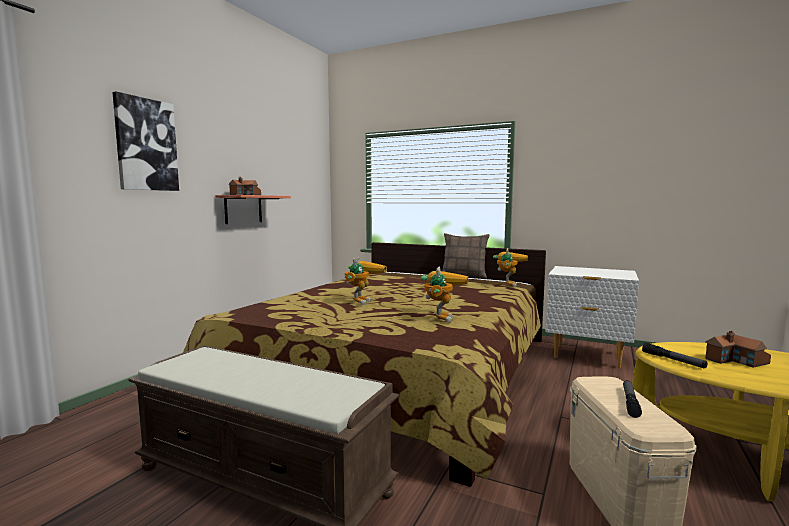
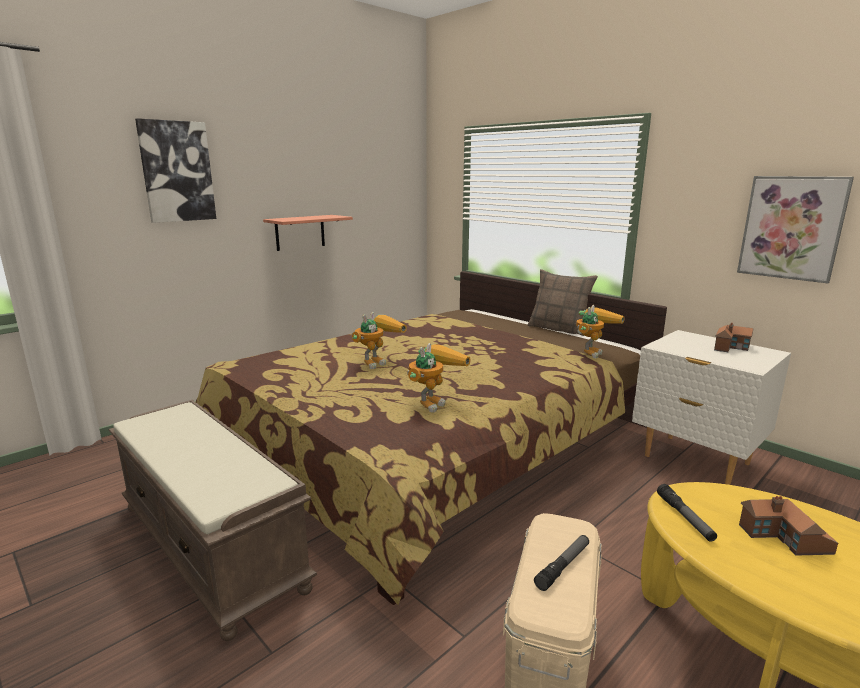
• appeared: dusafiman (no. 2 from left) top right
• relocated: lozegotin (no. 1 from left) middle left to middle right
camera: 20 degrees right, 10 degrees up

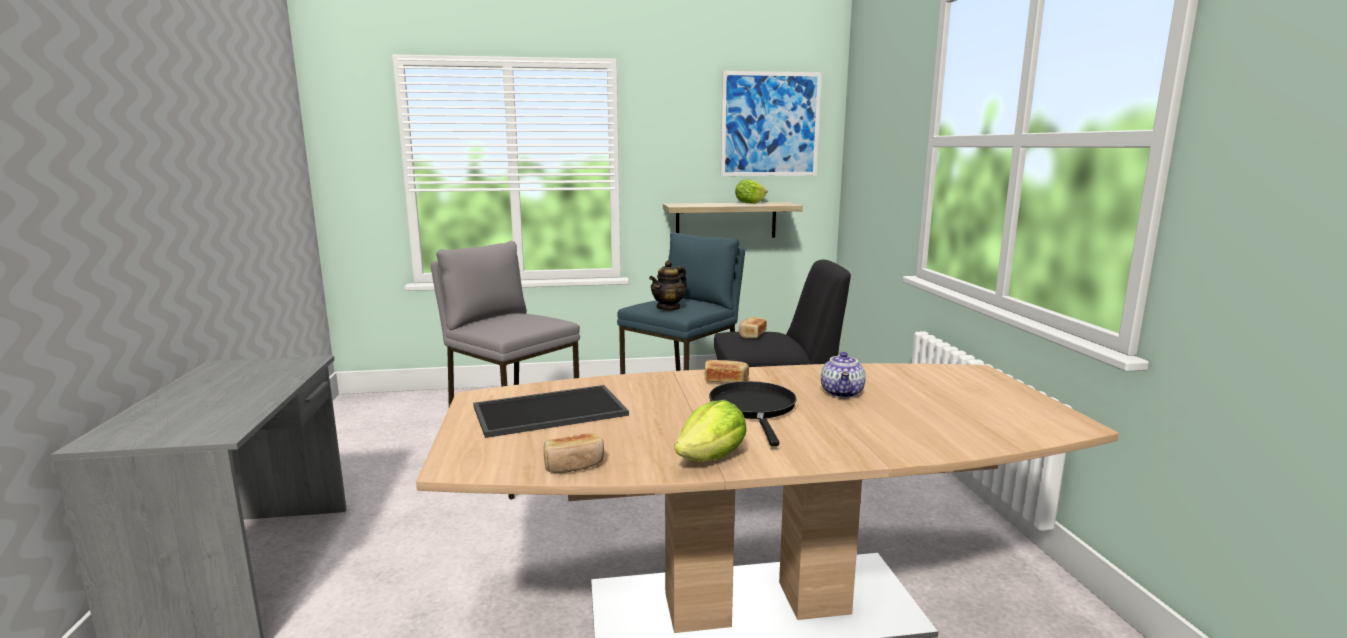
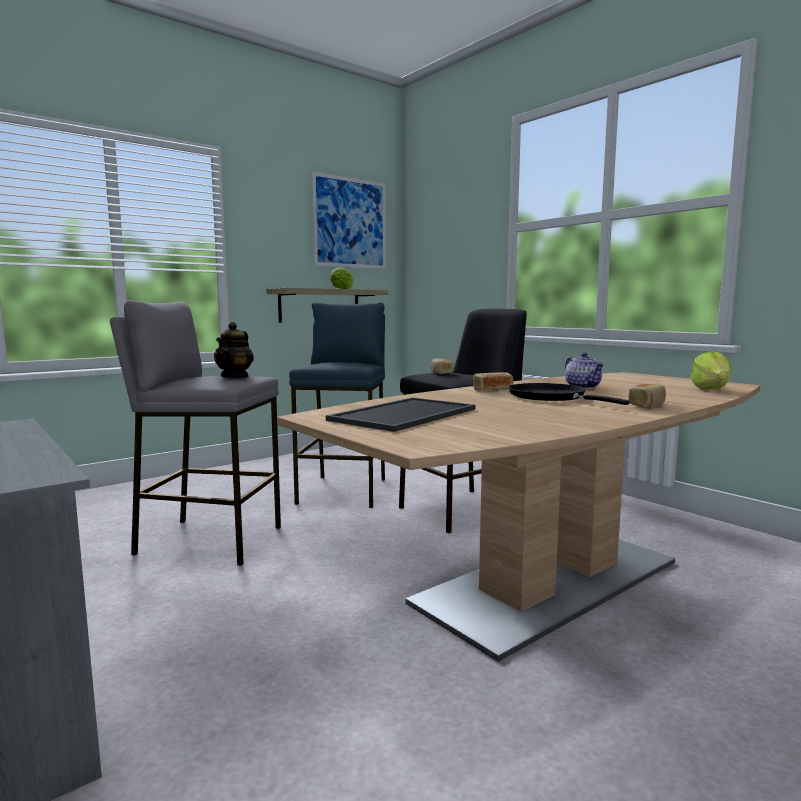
• relocated: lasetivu (no. 1 from left in the first image) bottom centre to lasetivu (no. 3 from left) middle right
• relocated: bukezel (no. 1 from left) centre to middle left
• relocated: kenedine (no. 1 from left in the first image) bottom centre to kenedine (no. 2 from left) middle right
camera: 30 degrees left, 5 degrees down

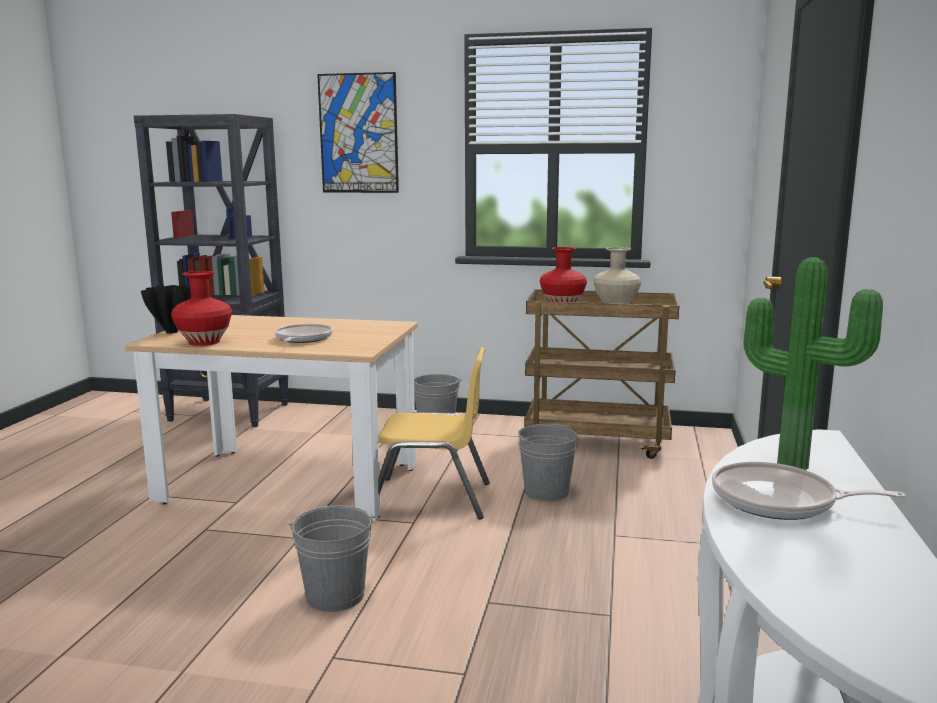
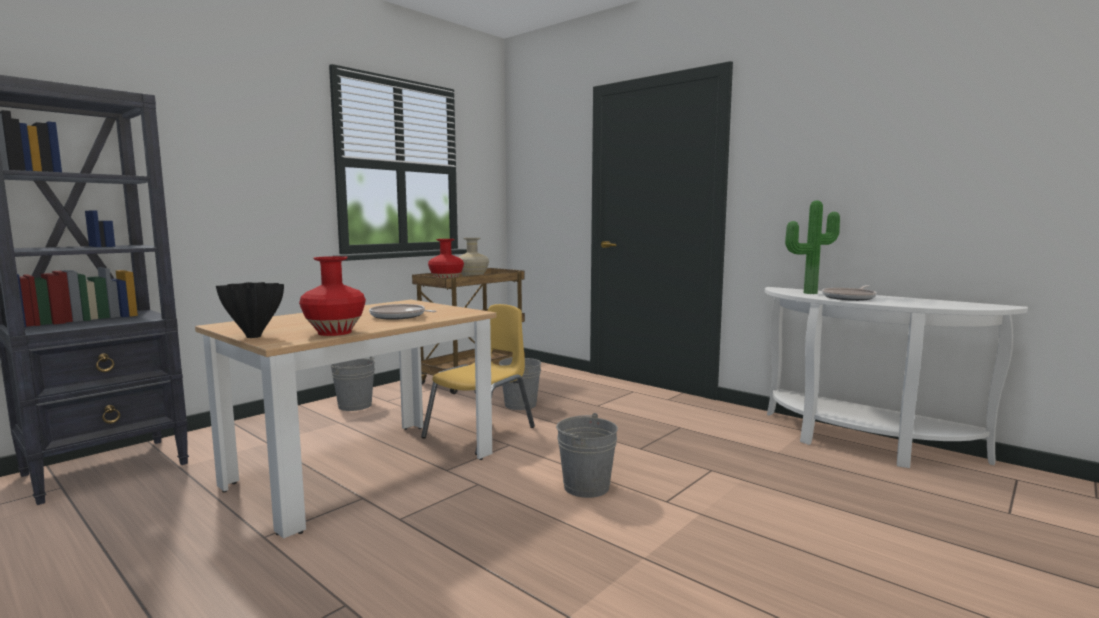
• missing: dusafiman top centre
camera: 60 degrees left, 5 degrees down

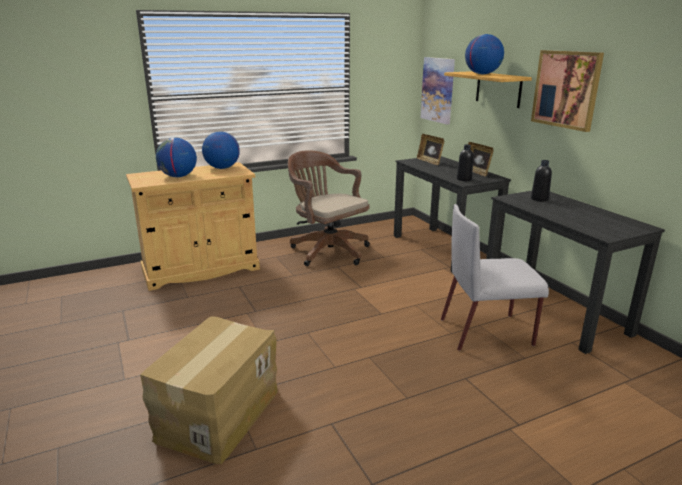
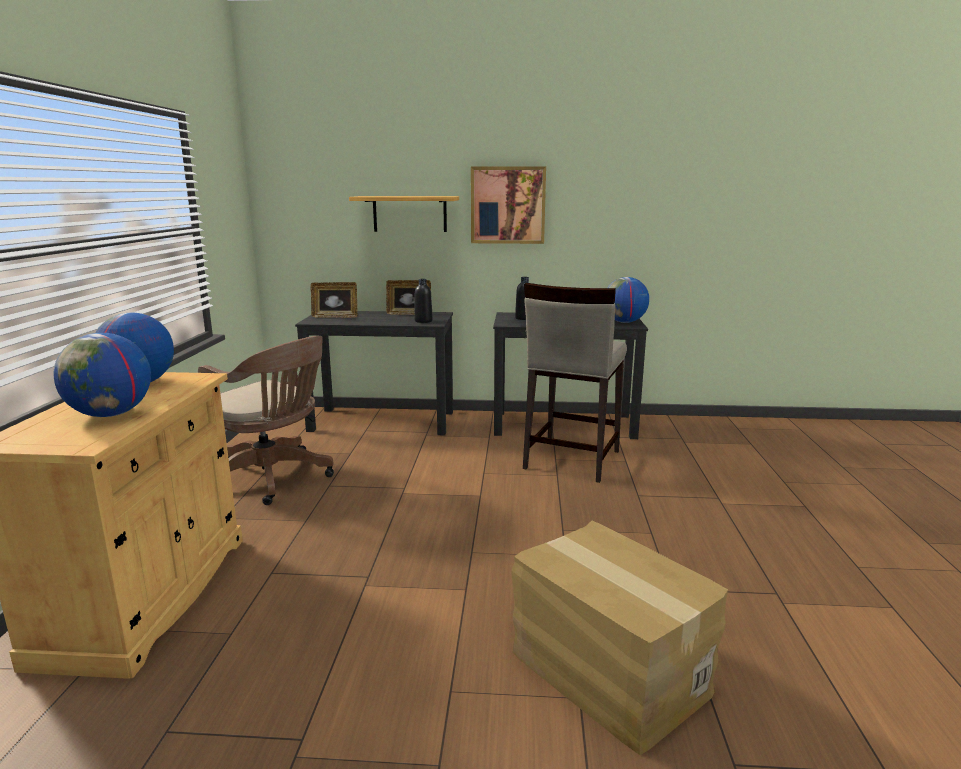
• missing: dusafiman (no. 1 from left) top centre
• relocated: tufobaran (no. 3 from left) top right to centre
• exchanged: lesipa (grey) middle right to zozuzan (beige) centre
• spun: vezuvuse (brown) centre = middle left 135 degrees counterclockwise
camera: 60 degrees left, 5 degrees down

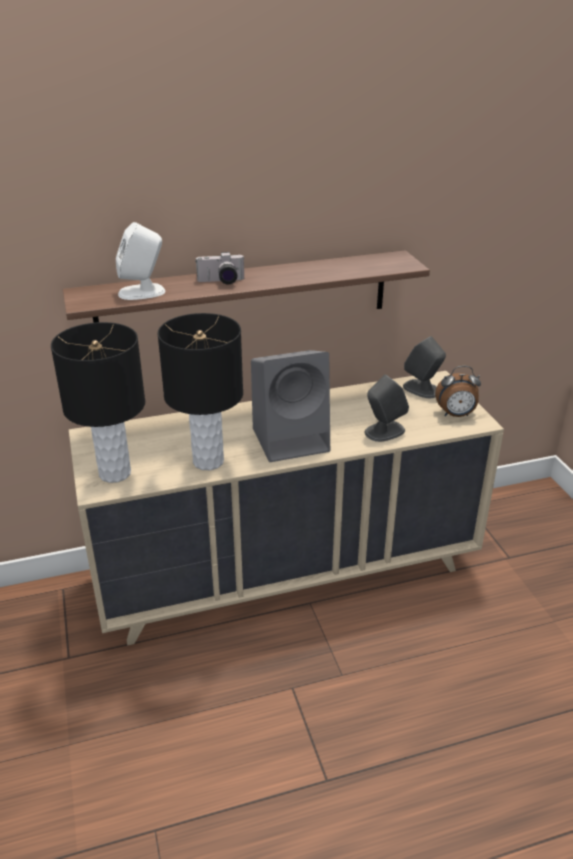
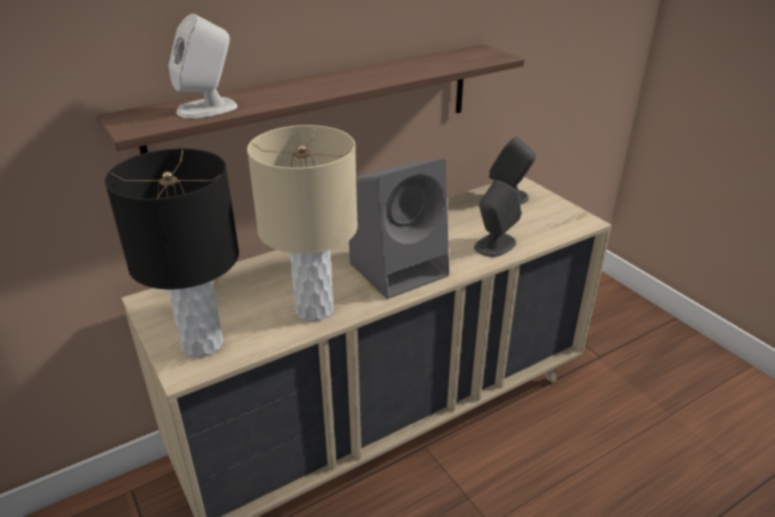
• missing: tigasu top centre
• missing: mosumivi middle right
• colour: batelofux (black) (no. 2 from left) centre to batelofux (beige) centre
camera: 15 degrees left, 0 degrees up

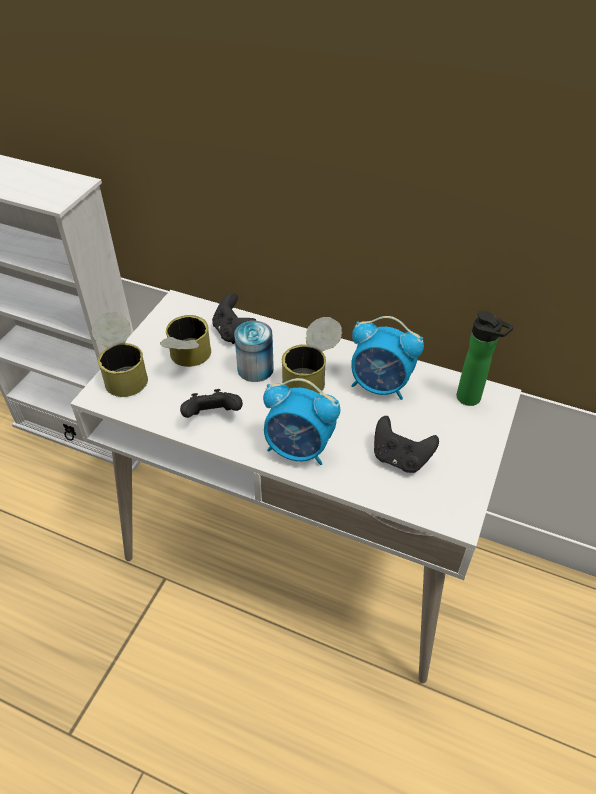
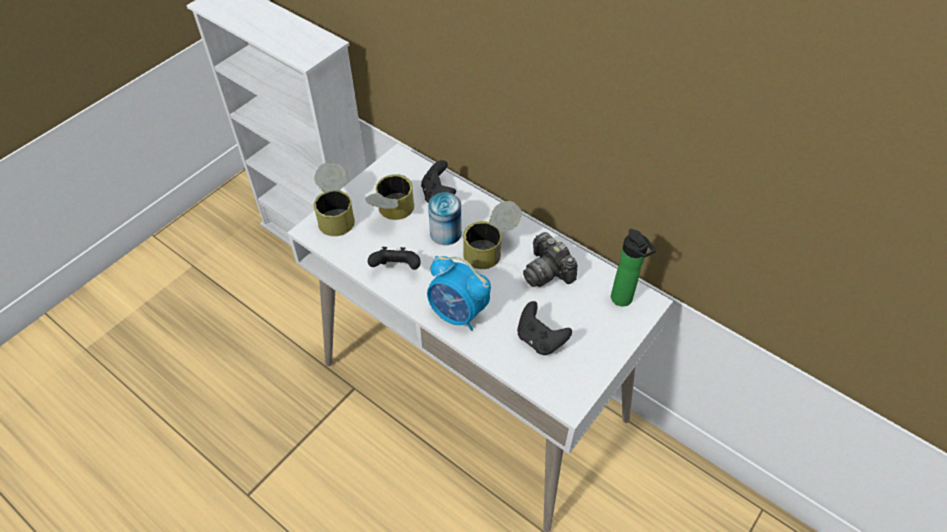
• exchanged: mosumivi (no. 2 from left) centre to tigasu centre
camera: 15 degrees right, 5 degrees up

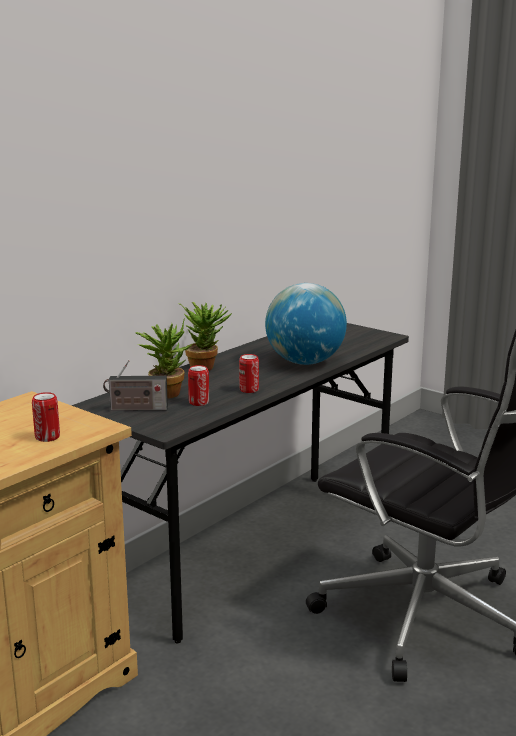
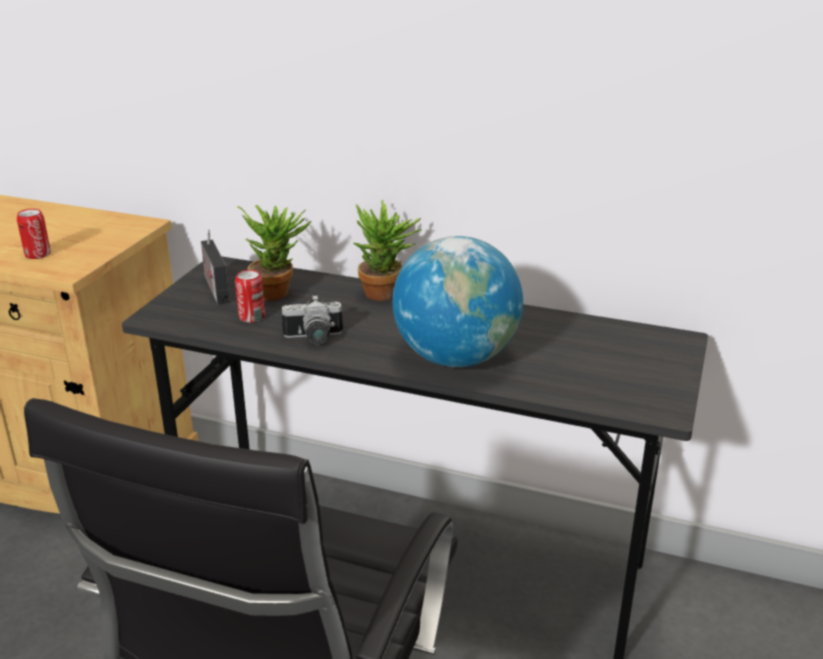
• exchanged: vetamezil (no. 3 from left) centre to tigasu centre
camera: 70 degrees right, 10 degrees up

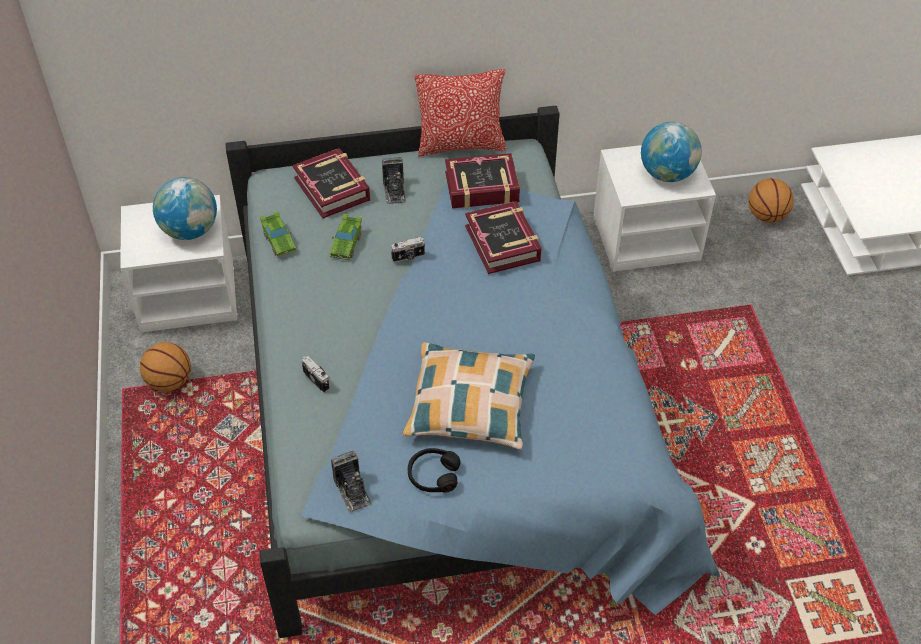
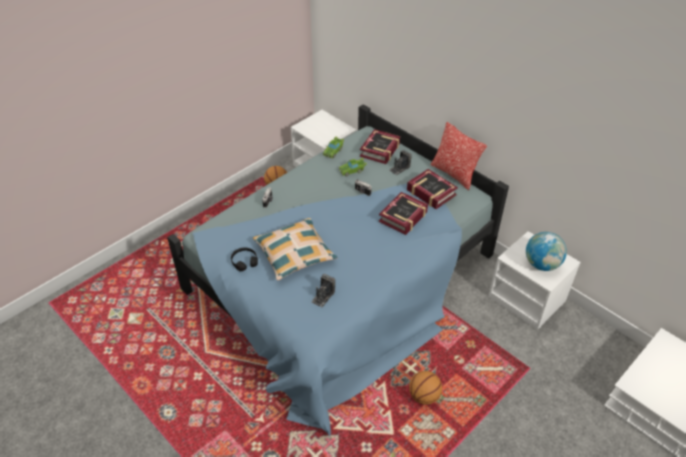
• missing: tufobaran (no. 1 from left) top left
• relocated: tigasu (no. 2 from left) bottom centre to centre
• relocated: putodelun (no. 2 from left) top right to bottom centre
camera: 55 degrees right, 5 degrees down

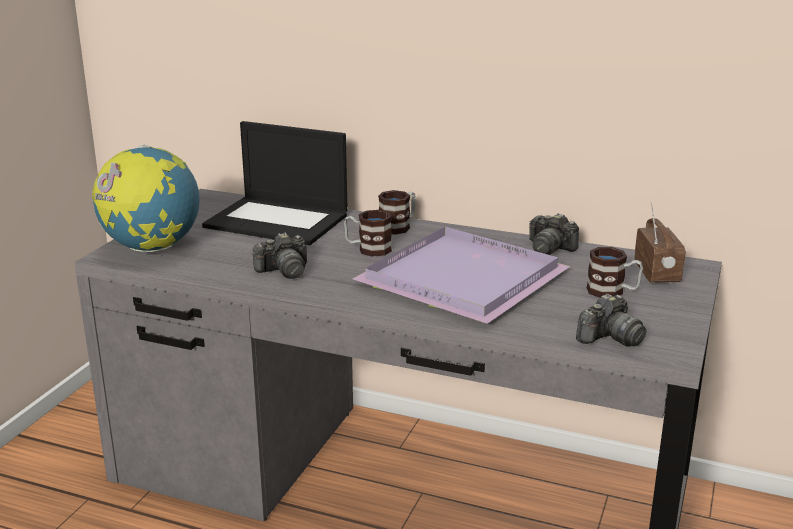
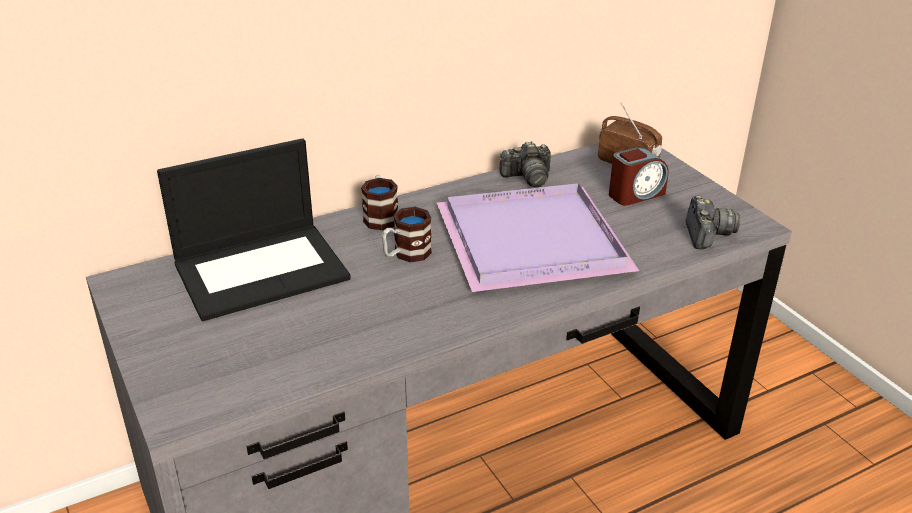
• missing: tufobaran middle left
• missing: tigasu (no. 1 from left) centre
• exchanged: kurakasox (no. 3 from left) middle right to mosumivi middle right
camera: 50 degrees left, 10 degrees up

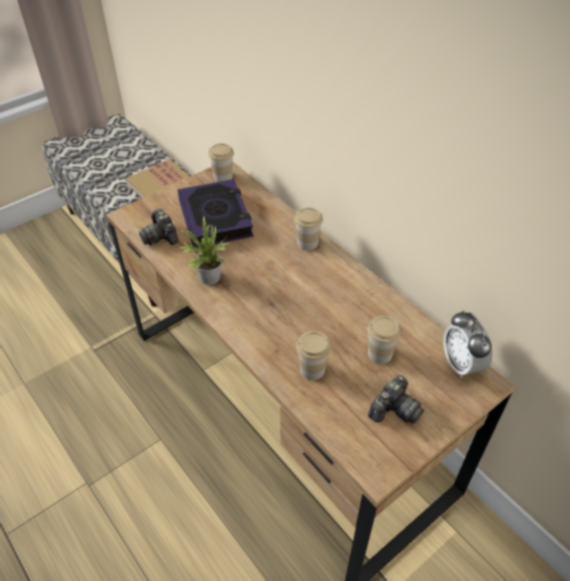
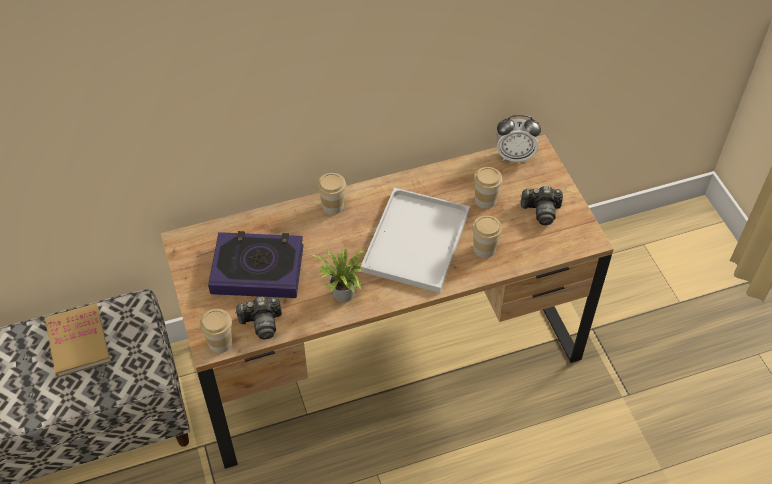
• appeared: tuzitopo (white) centre
• relocated: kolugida (no. 1 from left) top centre to bottom left
• spun: tigasu (no. 2 from left) bottom right = middle right 120 degrees clockwise
camera: 70 degrees left, 5 degrees up

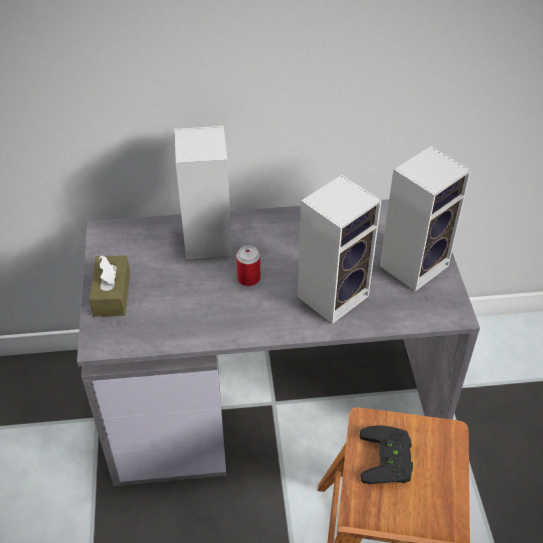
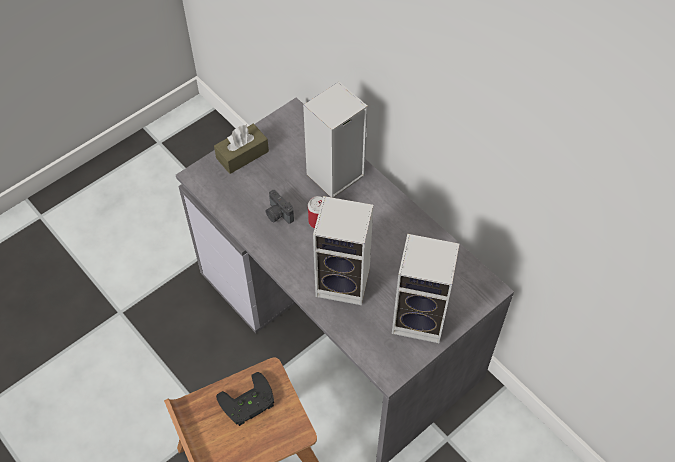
• appeared: tigasu centre
camera: 55 degrees right, 10 degrees up

